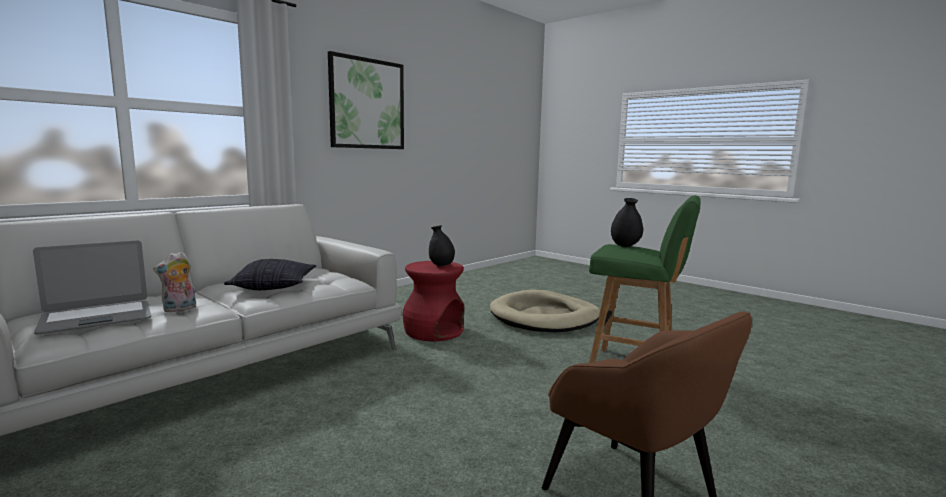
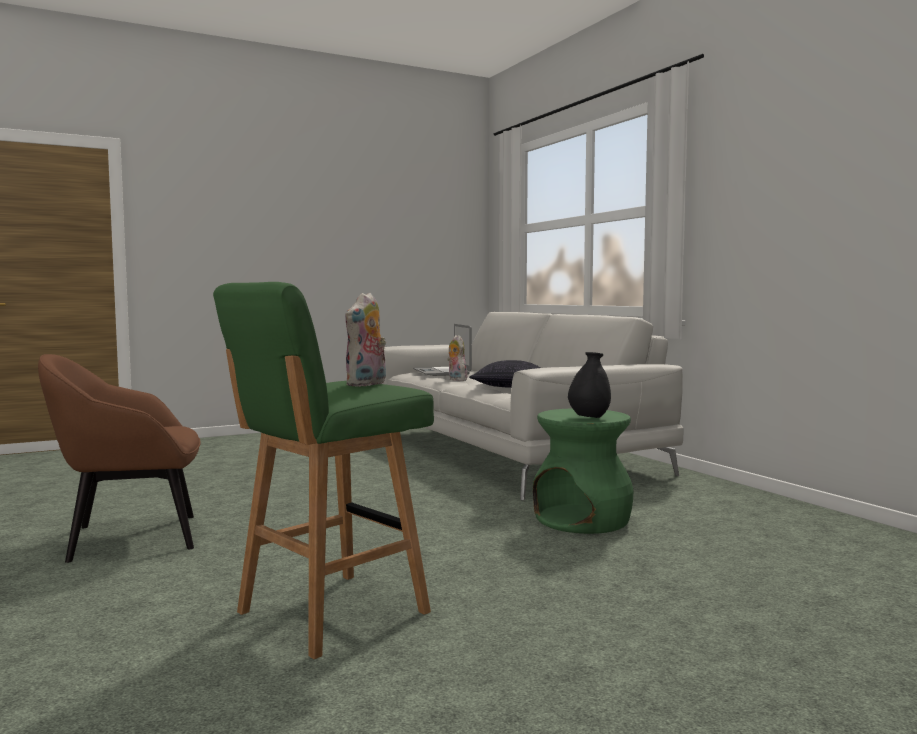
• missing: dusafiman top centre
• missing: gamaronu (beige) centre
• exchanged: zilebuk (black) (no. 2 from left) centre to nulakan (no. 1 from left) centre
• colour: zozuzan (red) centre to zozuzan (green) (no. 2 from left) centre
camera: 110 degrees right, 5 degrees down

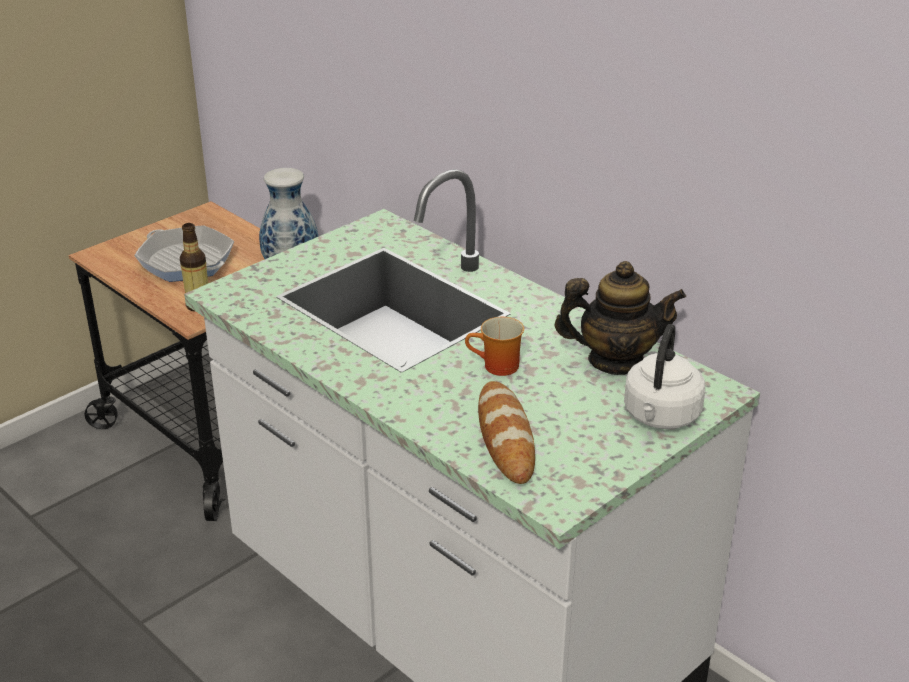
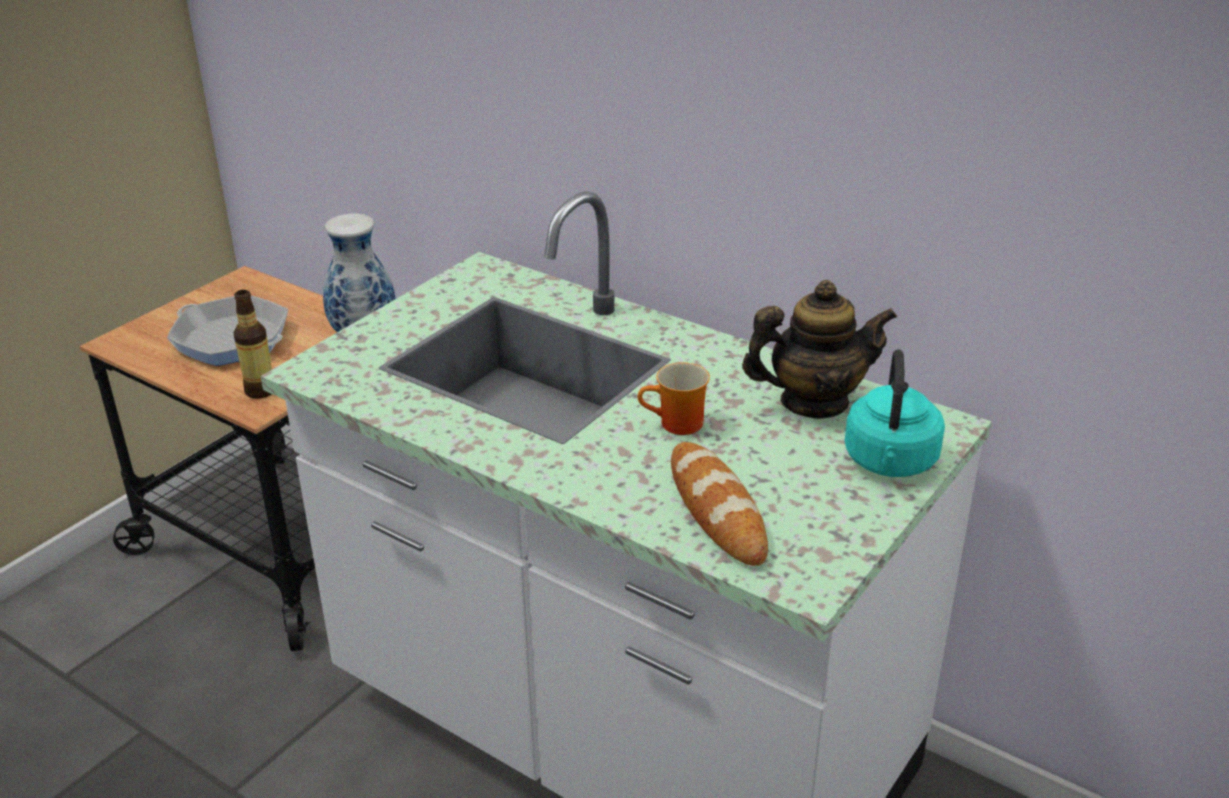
• colour: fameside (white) middle right to fameside (turquoise) middle right
camera: 10 degrees left, 0 degrees up

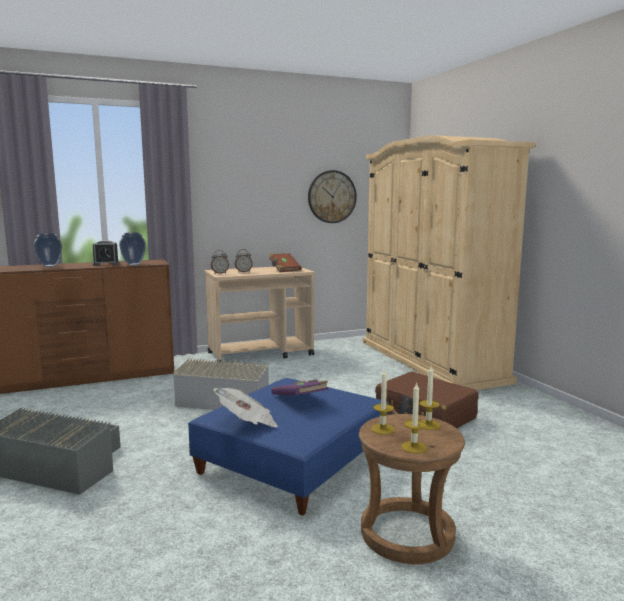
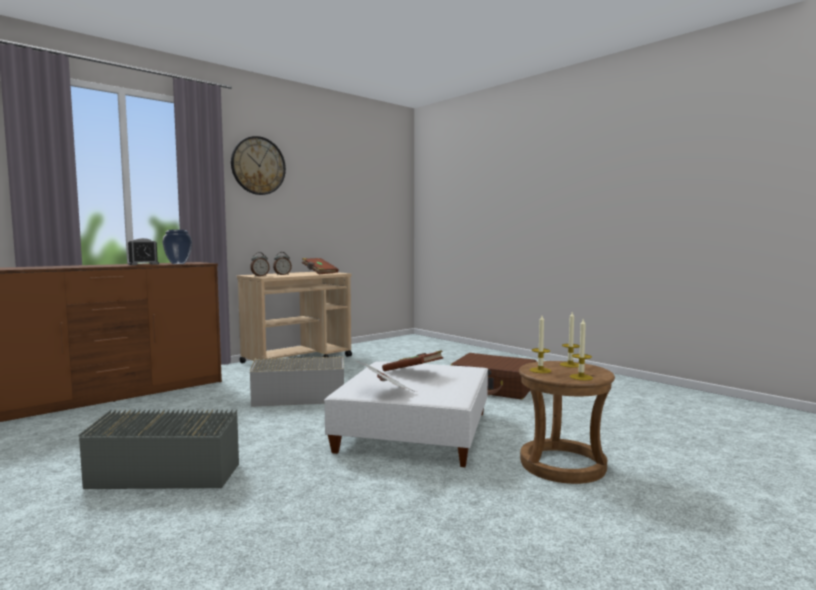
• missing: zilebuk (no. 1 from left) middle left
• missing: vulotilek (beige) middle right
• relocated: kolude top centre to top left
• colour: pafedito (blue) bottom centre to pafedito (white) bottom centre
• colour: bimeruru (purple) centre to bimeruru (brown) (no. 2 from left) centre
camera: 20 degrees left, 5 degrees down

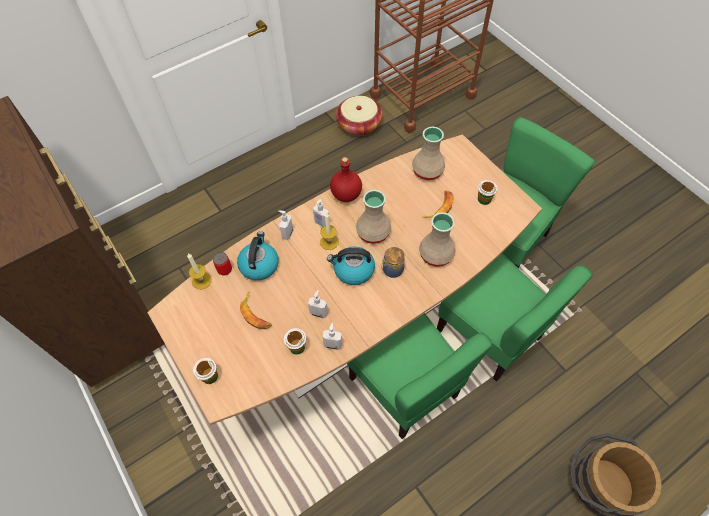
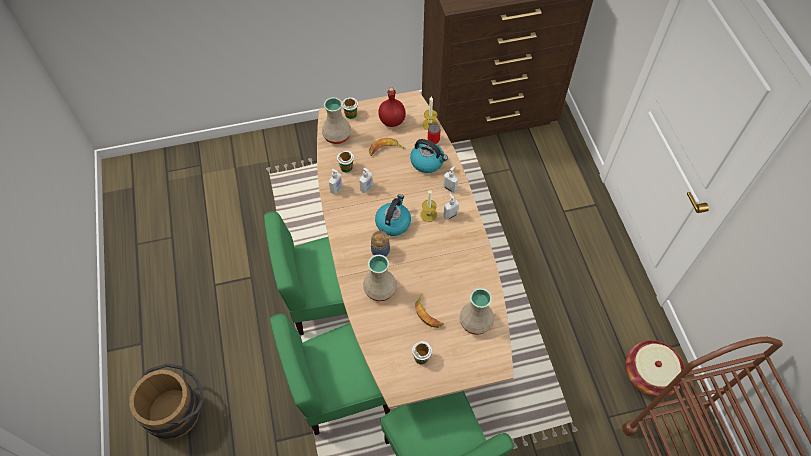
• relocated: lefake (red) centre to top centre
• relocated: zilebuk (beige) (no. 1 from left) centre to top centre
camera: 110 degrees right, 0 degrees up

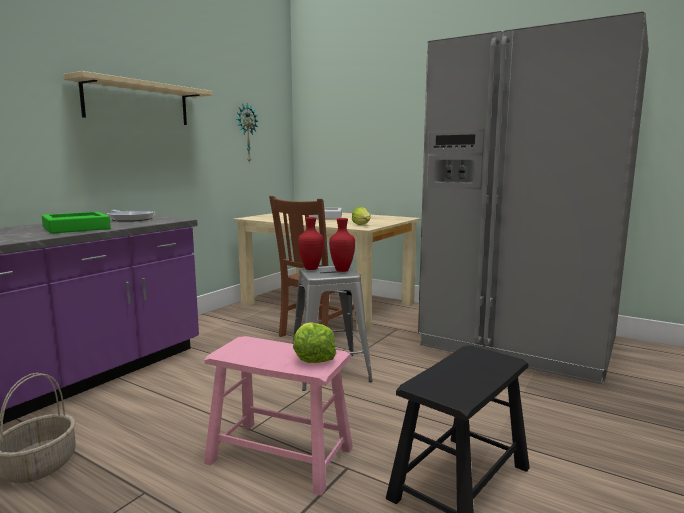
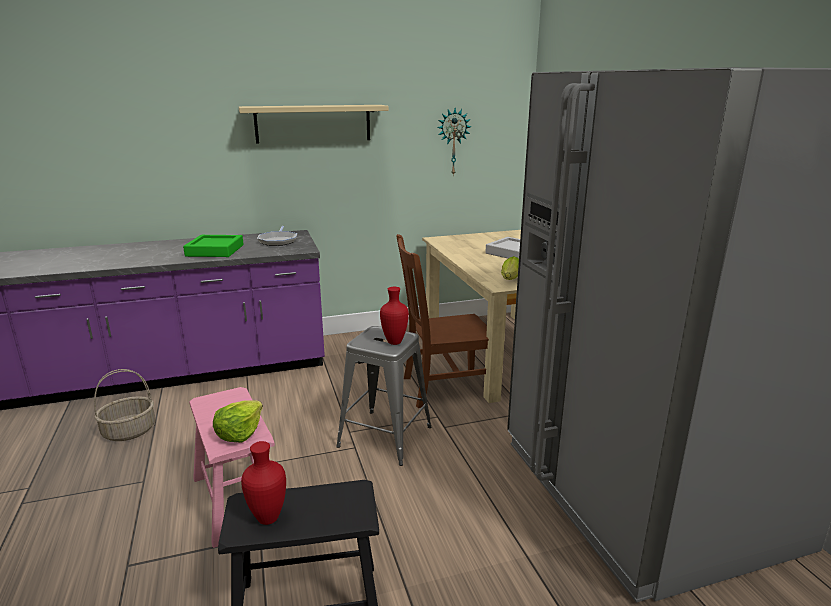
• relocated: zilebuk (red) (no. 1 from left) centre to bottom left
camera: 40 degrees right, 10 degrees up

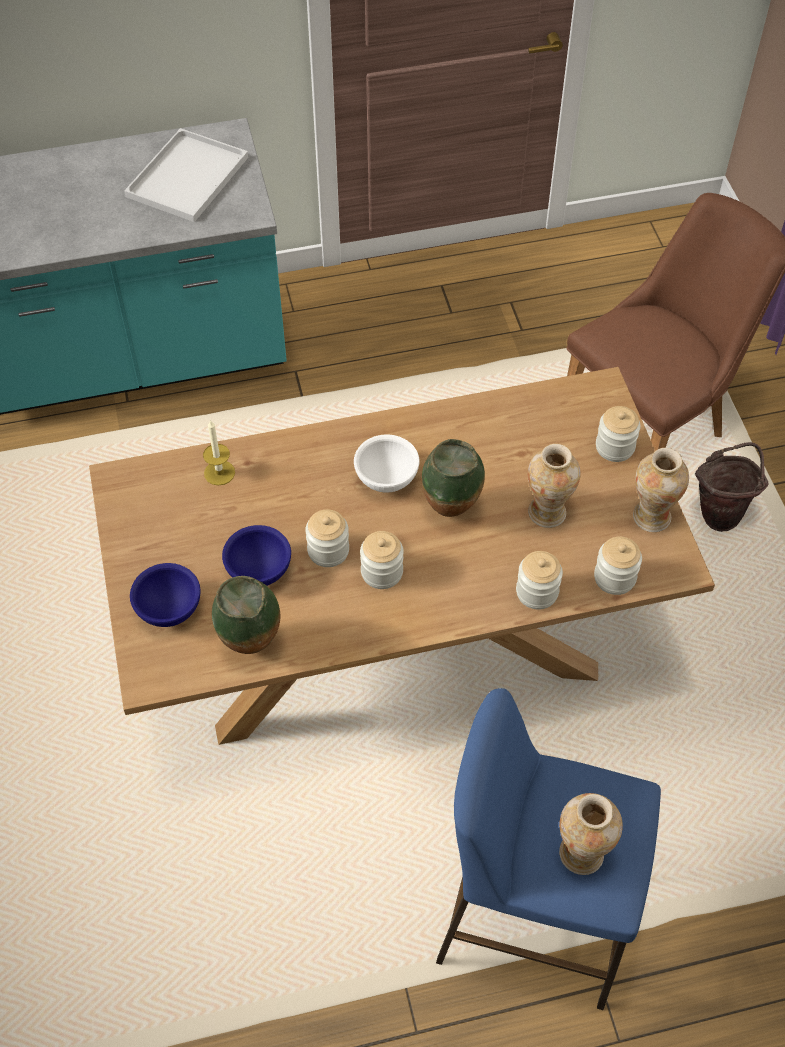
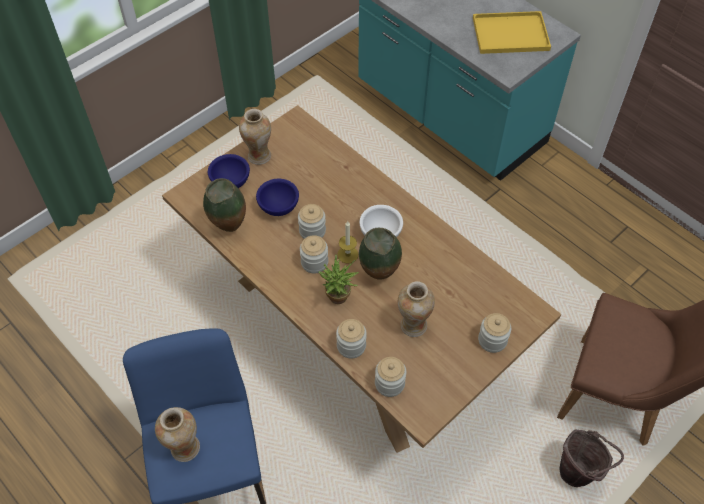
• appeared: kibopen centre
• relocated: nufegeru middle left to centre
• relocated: zilebuk (no. 5 from left in the first image) middle right to zilebuk (no. 3 from left) top centre
• colour: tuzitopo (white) top left to tuzitopo (yellow) top right
camera: 60 degrees right, 0 degrees up

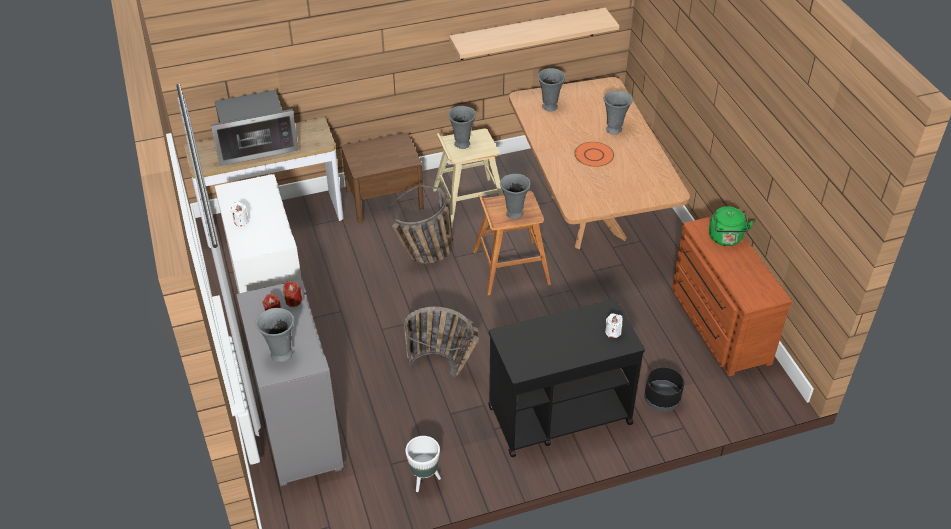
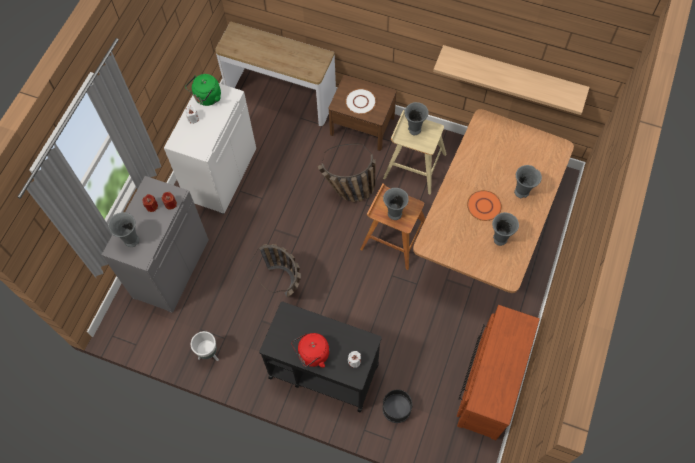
• missing: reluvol top left
• appeared: fameside (red) bottom centre
• appeared: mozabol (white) top centre
• relocated: zilebuk (grey) (no. 4 from left) top centre to middle right
• relocated: fameside (green) middle right to top left
camera: 40 degrees right, 20 degrees up

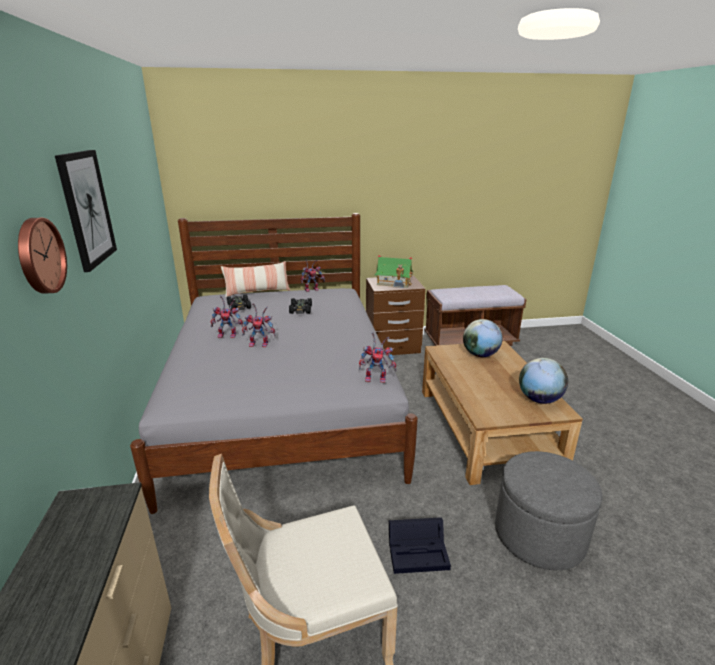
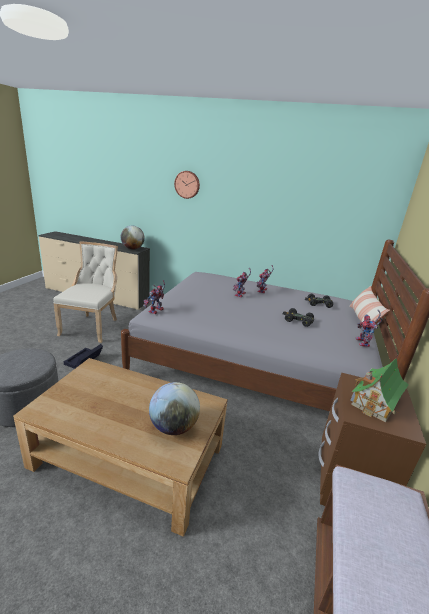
• missing: dusafiman top left
• relocated: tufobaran (no. 2 from left in the first image) middle right to tufobaran (no. 1 from left) middle left
camera: 115 degrees right, 0 degrees up

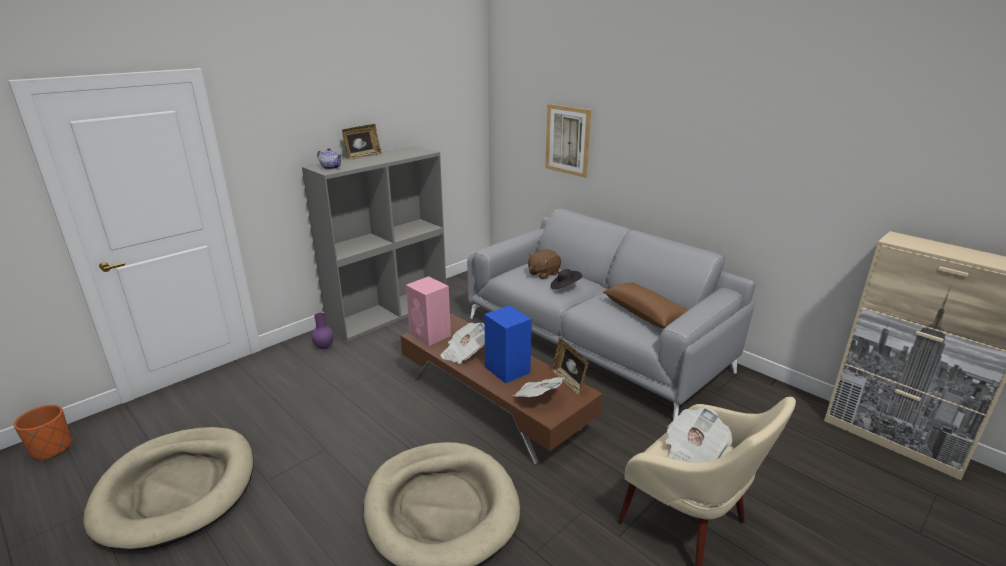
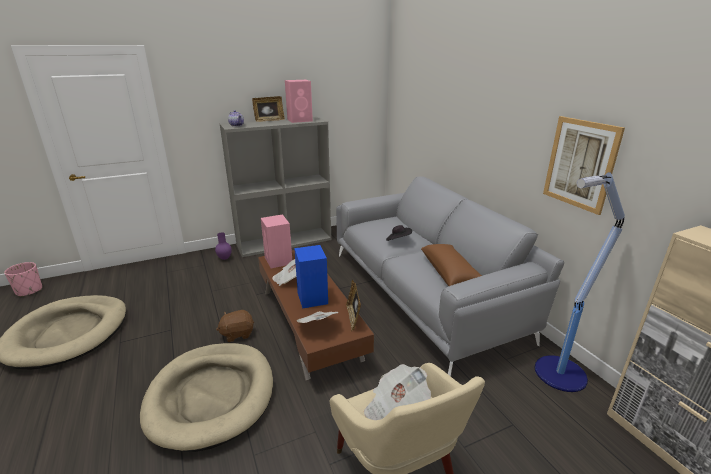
• appeared: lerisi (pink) (no. 2 from left) top centre
• appeared: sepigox middle right
• relocated: nulakan (brown) centre to bottom left
• relocated: dusafiman top centre to middle right
• colour: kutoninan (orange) bottom left to kutoninan (pink) middle left
camera: 20 degrees right, 0 degrees up

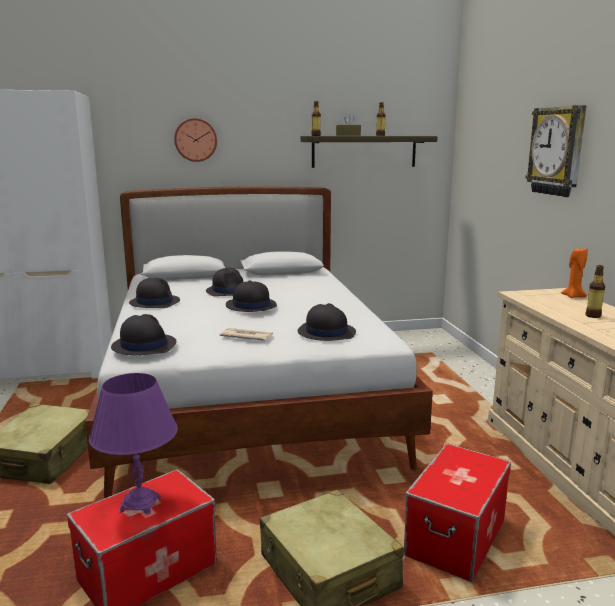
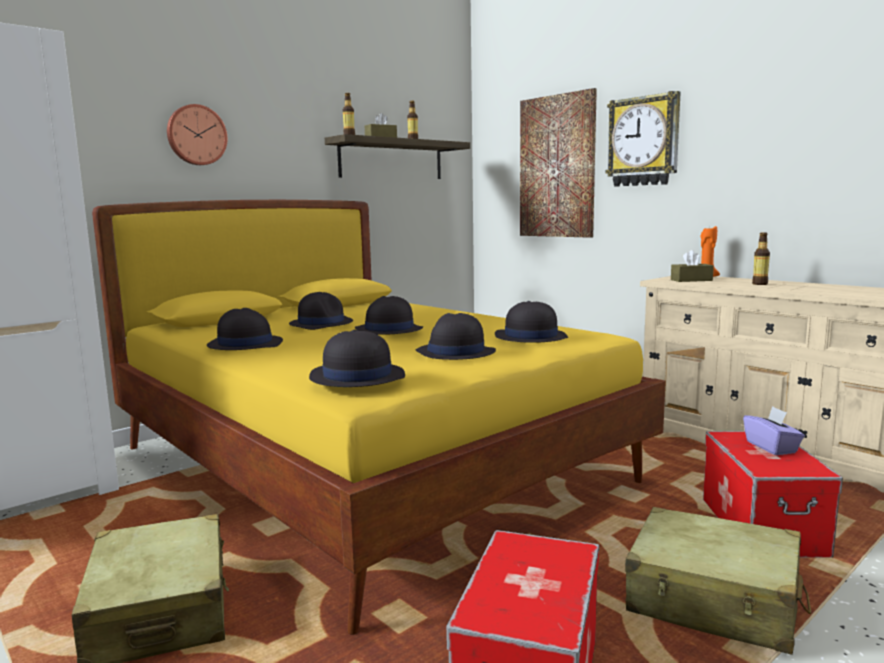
• missing: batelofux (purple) bottom left
• appeared: dusafiman top centre
• appeared: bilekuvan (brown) (no. 2 from left) middle right
• appeared: bilekuvan (purple) middle right
• exchanged: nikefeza centre to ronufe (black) (no. 5 from left) centre
• colour: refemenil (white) centre to refemenil (yellow) centre
camera: 30 degrees left, 5 degrees down

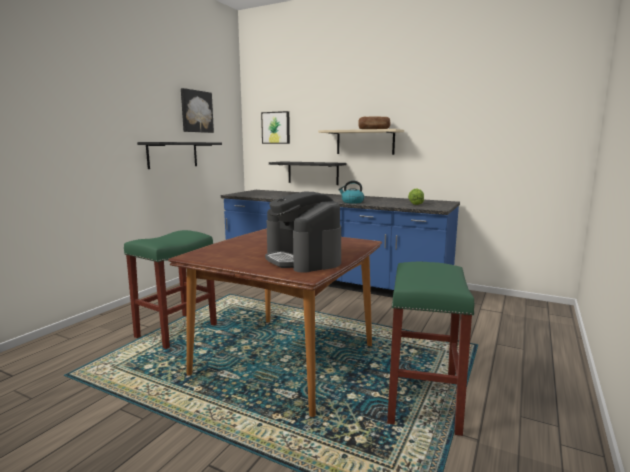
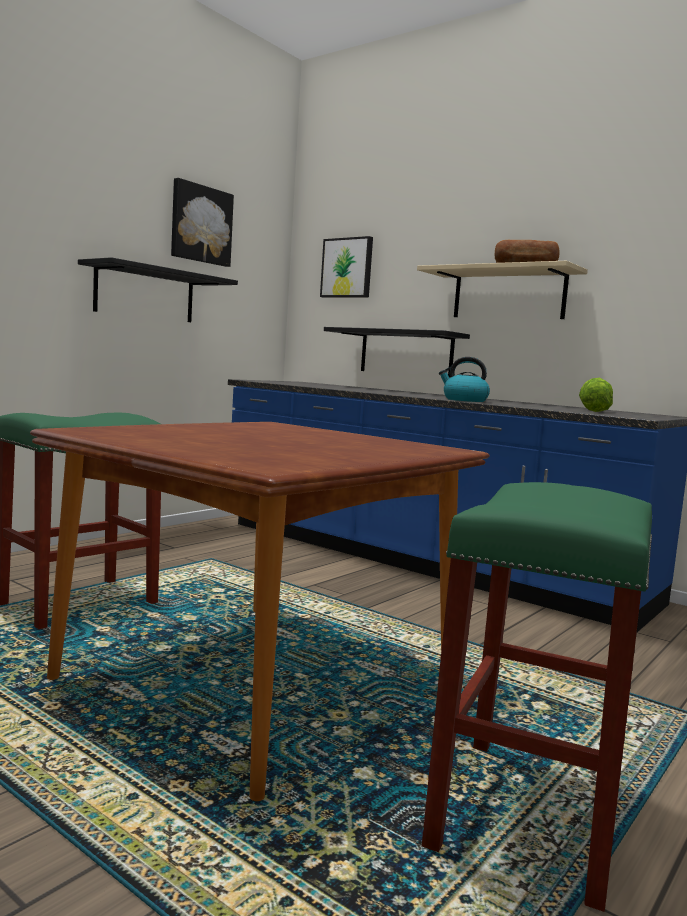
• missing: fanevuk centre
camera: 10 degrees right, 5 degrees down

